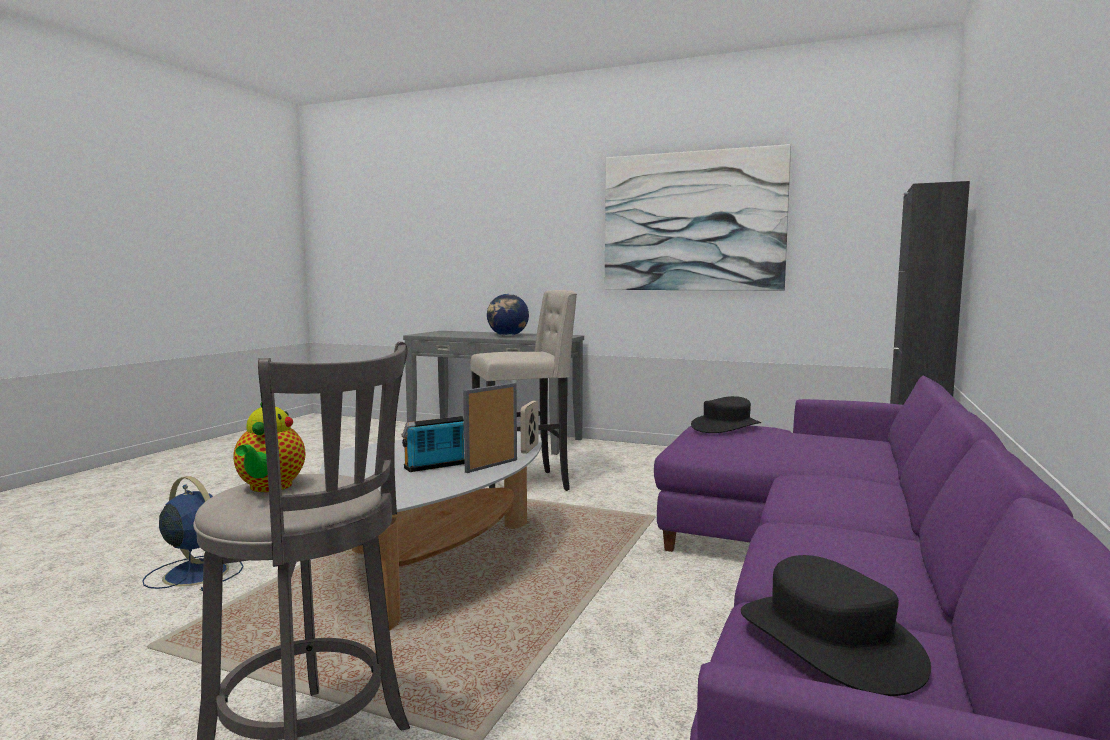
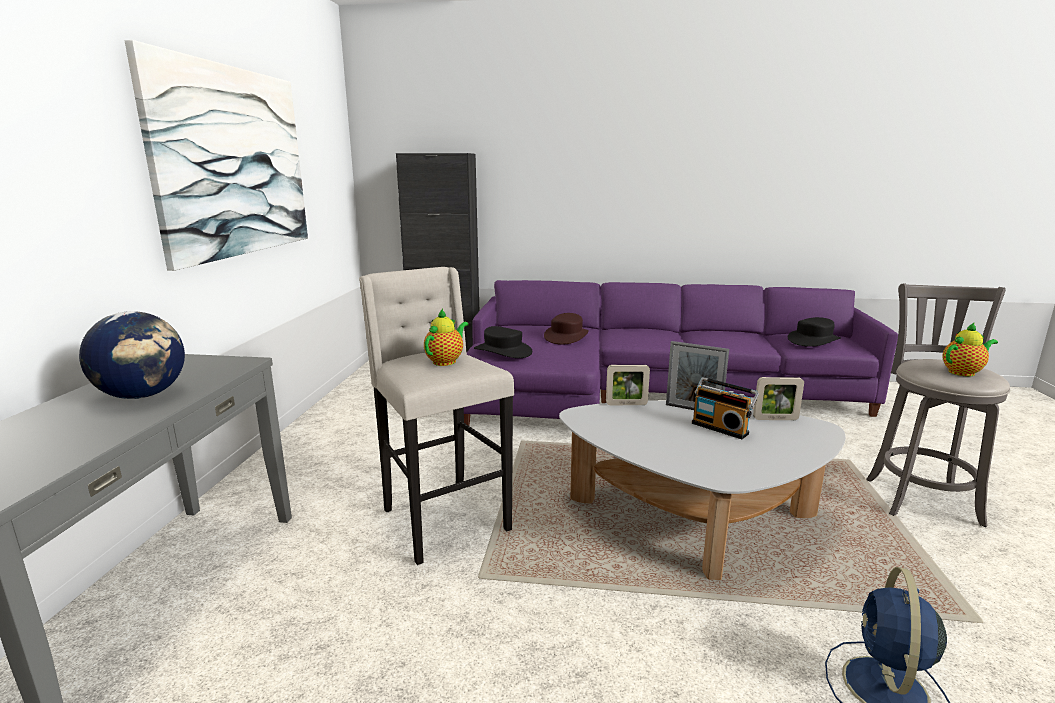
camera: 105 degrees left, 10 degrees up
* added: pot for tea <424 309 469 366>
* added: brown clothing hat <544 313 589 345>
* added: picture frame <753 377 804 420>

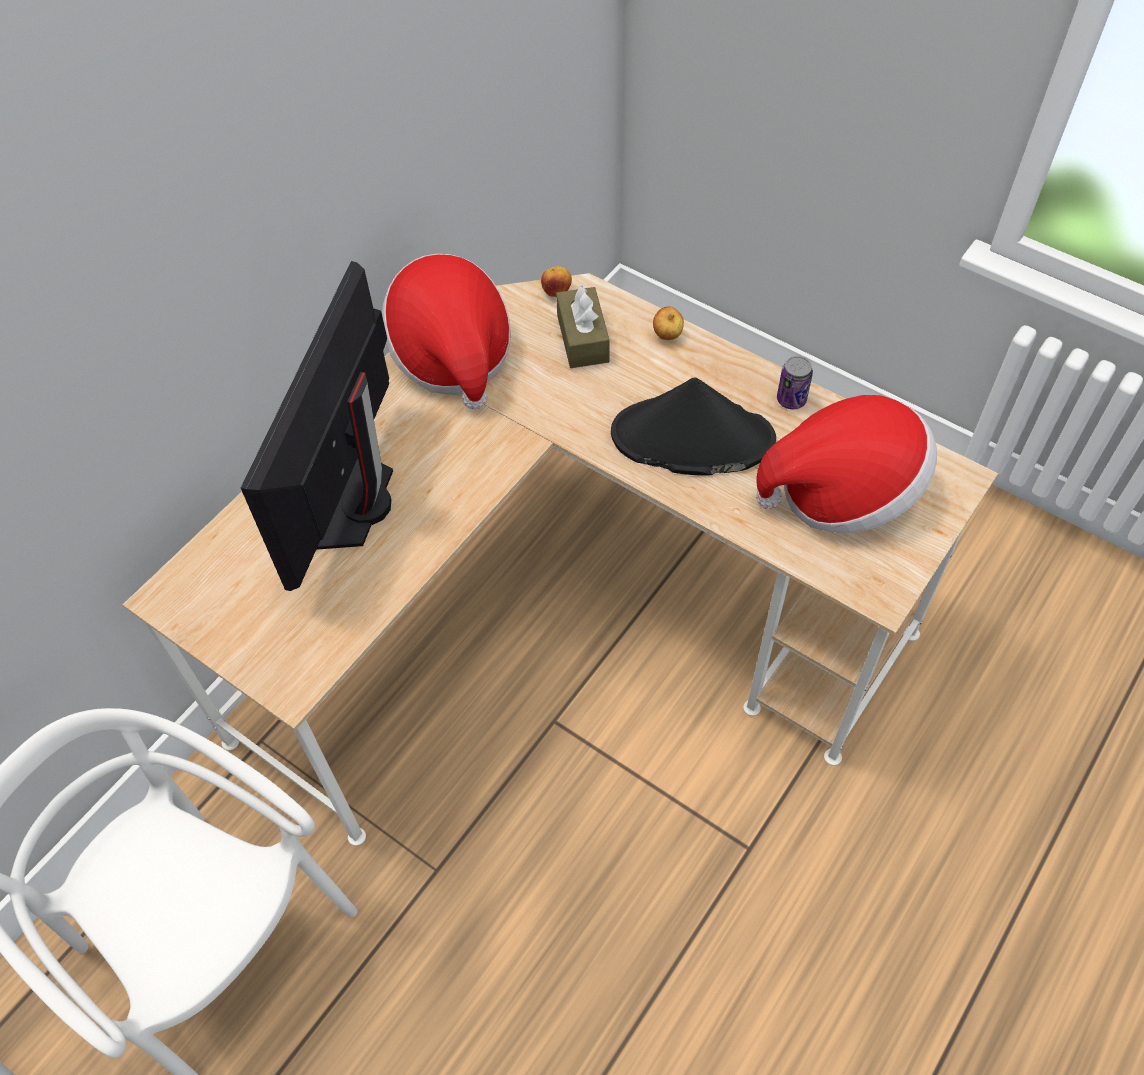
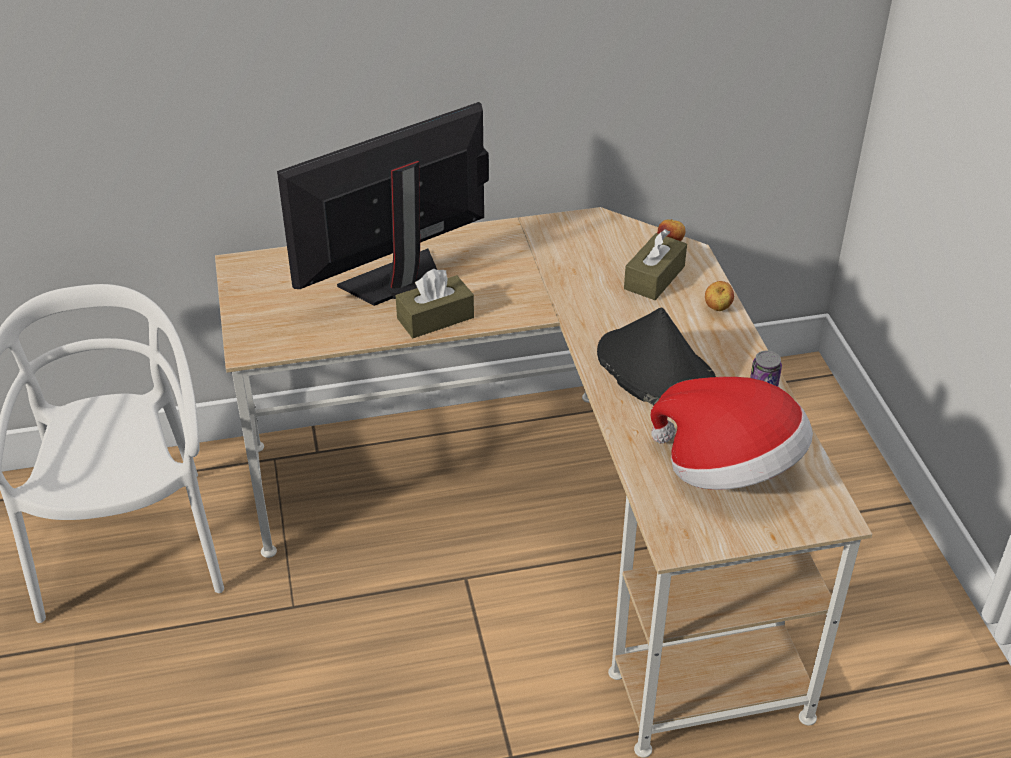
camera: 40 degrees right, 15 degrees down
* removed: clothing hat <382 254 511 410>
* added: brown box of tissues <396 268 474 338>

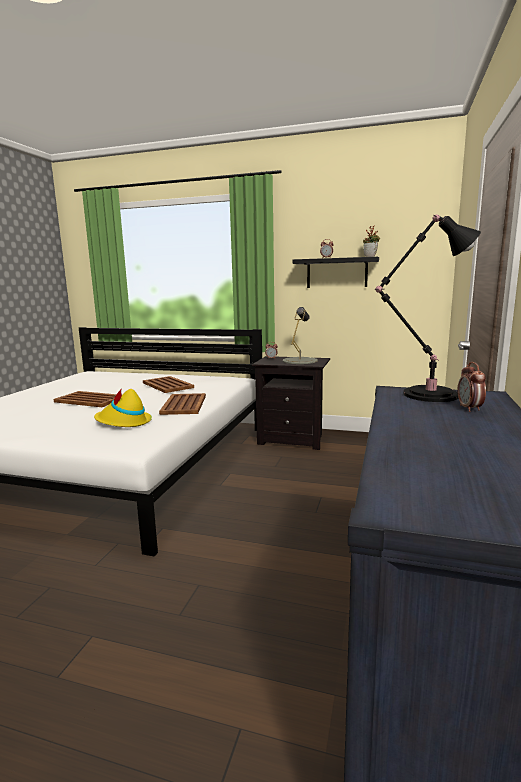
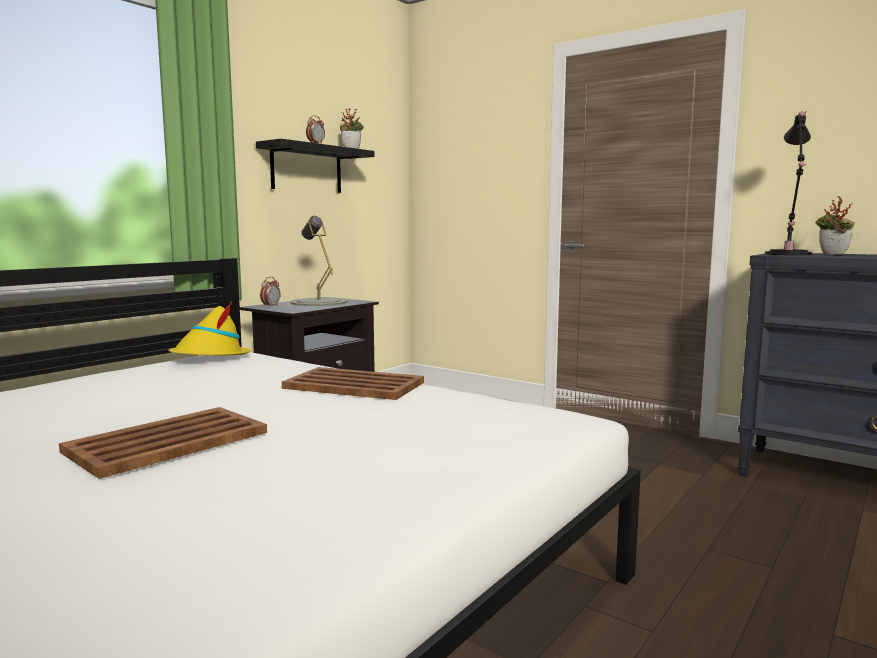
camera: 70 degrees left, 5 degrees down
* removed: brown serving tray <143 376 194 393>
* moved: yellow-coloured clothing hat <94 388 152 427> to <168 301 251 355>
* replaced: bedside clock <457 362 486 412> to plant in a pot <815 196 855 255>

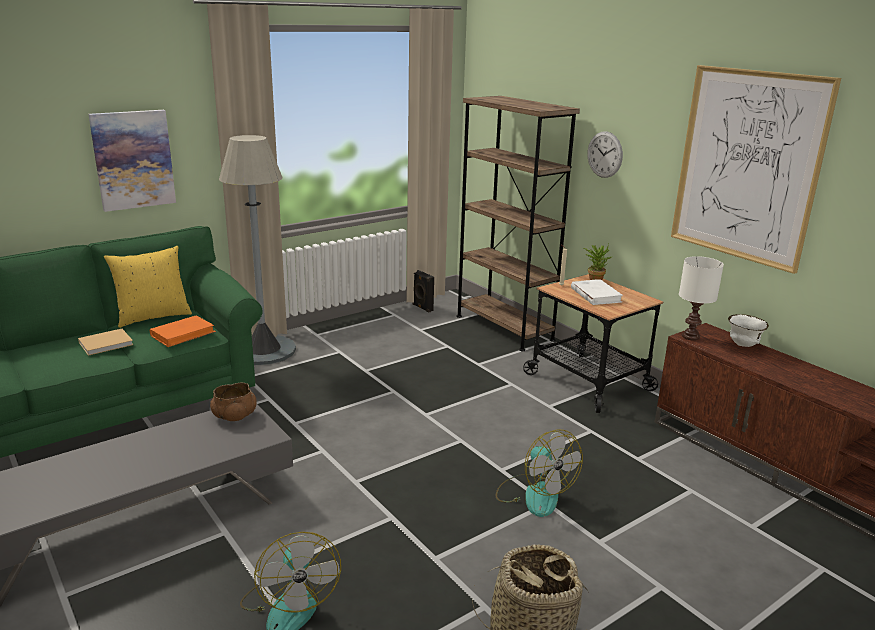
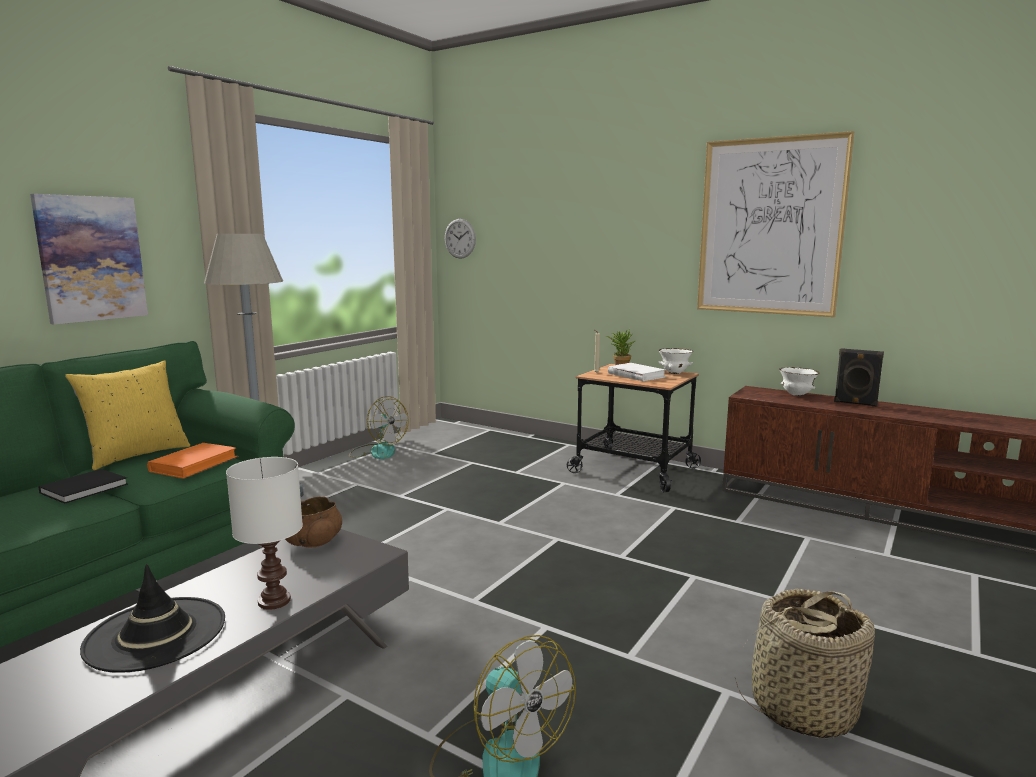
camera: 20 degrees left, 10 degrees down
* removed: brown bookcase <456 96 580 351>
* added: black-coloured clothing hat <80 564 225 673>
* added: white-coloured deep dish <658 348 693 374>
* moved: black-coloured audio speaker <412 270 434 312> to <834 348 884 407>
* moved: electric fan <496 429 583 517> to <349 396 409 459>
* moved: wall clock <587 132 623 178> to <445 219 476 259>
* moved: white-coloured tabletop lamp <679 256 724 341> to <226 457 303 610>
* recoloured: sand-coloured volume <78 329 133 356> to black-coloured volume <38 469 128 504>

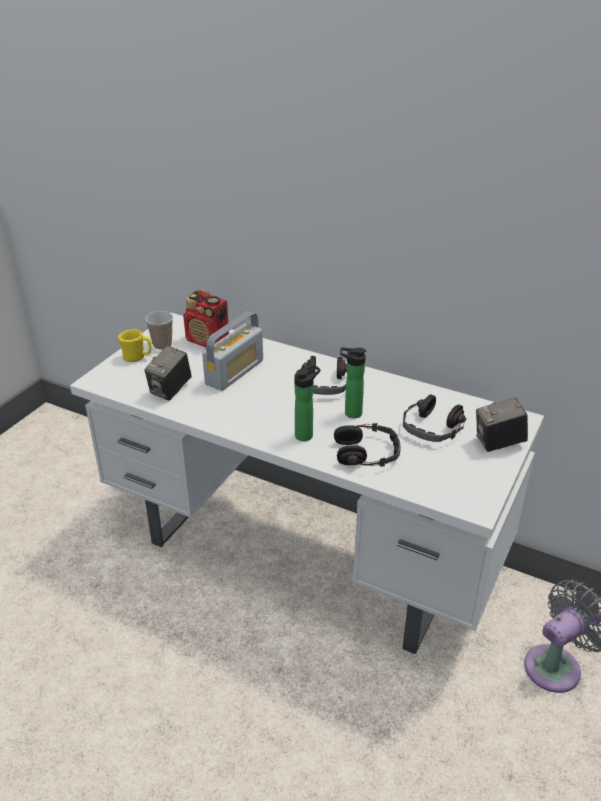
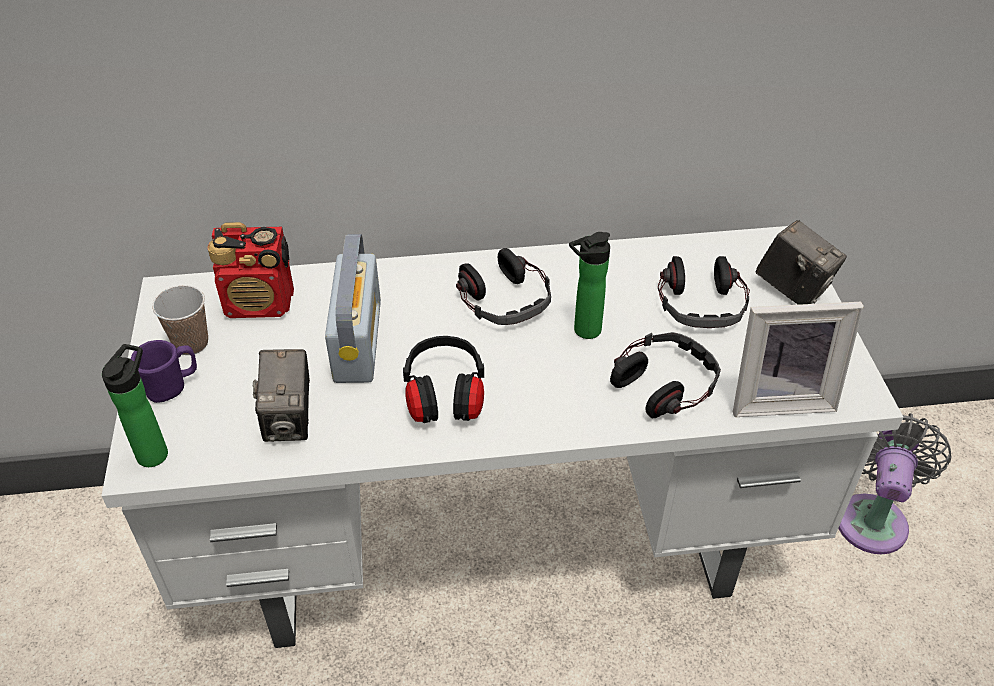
camera: 35 degrees left, 10 degrees up
* added: black-coloured pair of headphones <403 336 484 423>
* added: picture frame <733 302 864 417>
* moved: beverage bottle <295 364 321 441> to <102 344 168 467>
* recoloured: yellow-coloured tea mug <118 329 151 362> to purple-coloured tea mug <131 340 197 403>
* turned: still camera <476 397 528 452> = <756 220 847 305> 90 degrees counterclockwise

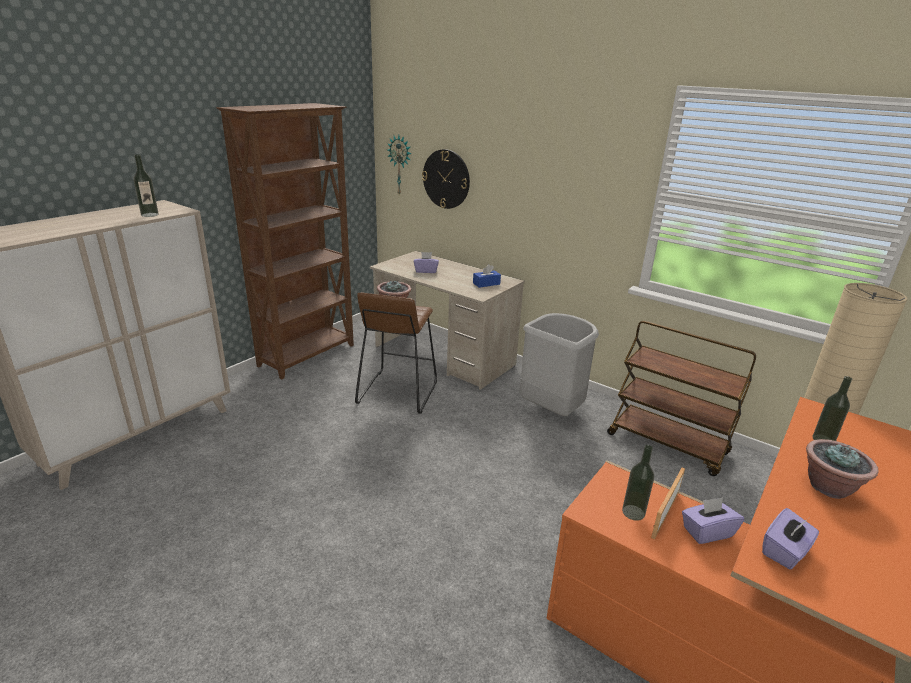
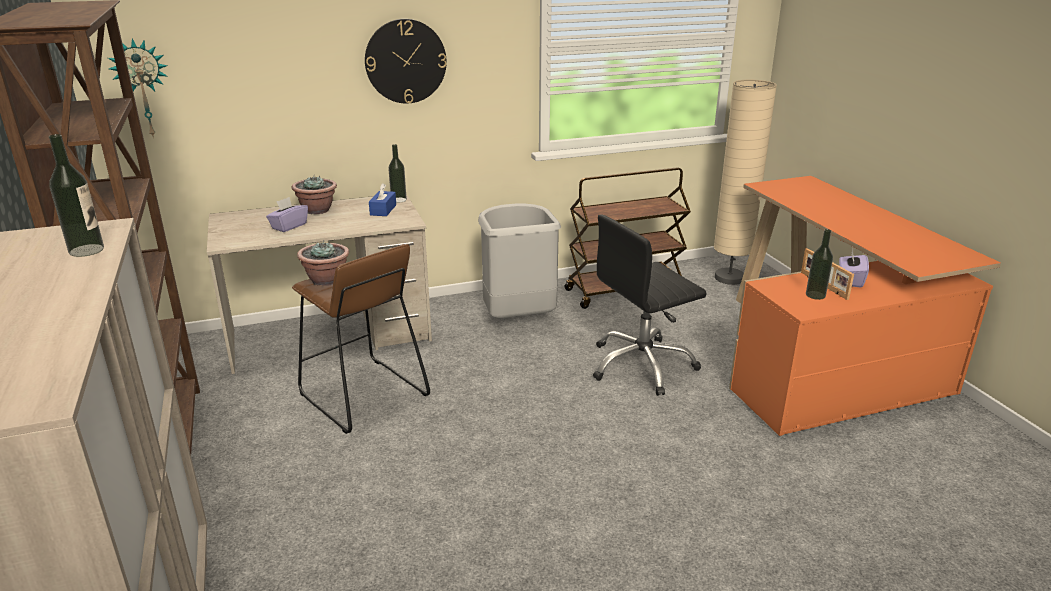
camera: 55 degrees left, 0 degrees up
* removed: purple-coloured box of tissues <762 508 819 569>
* added: black-coloured desk chair <593 214 707 396>
* moved: wall clock <422 149 470 209> to <365 19 447 104>
* moved: plant in a pot <806 439 879 499> to <292 175 337 214>
* moved: beverage bottle <813 376 852 441> to <388 144 407 203>

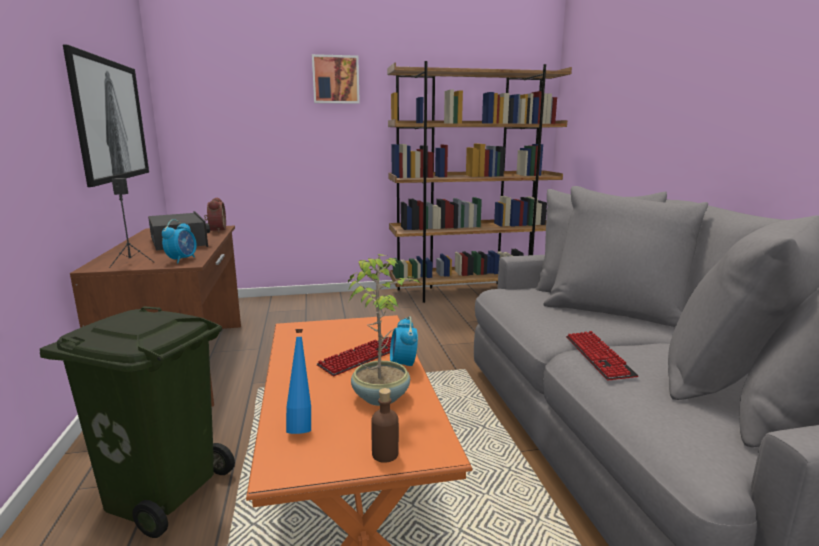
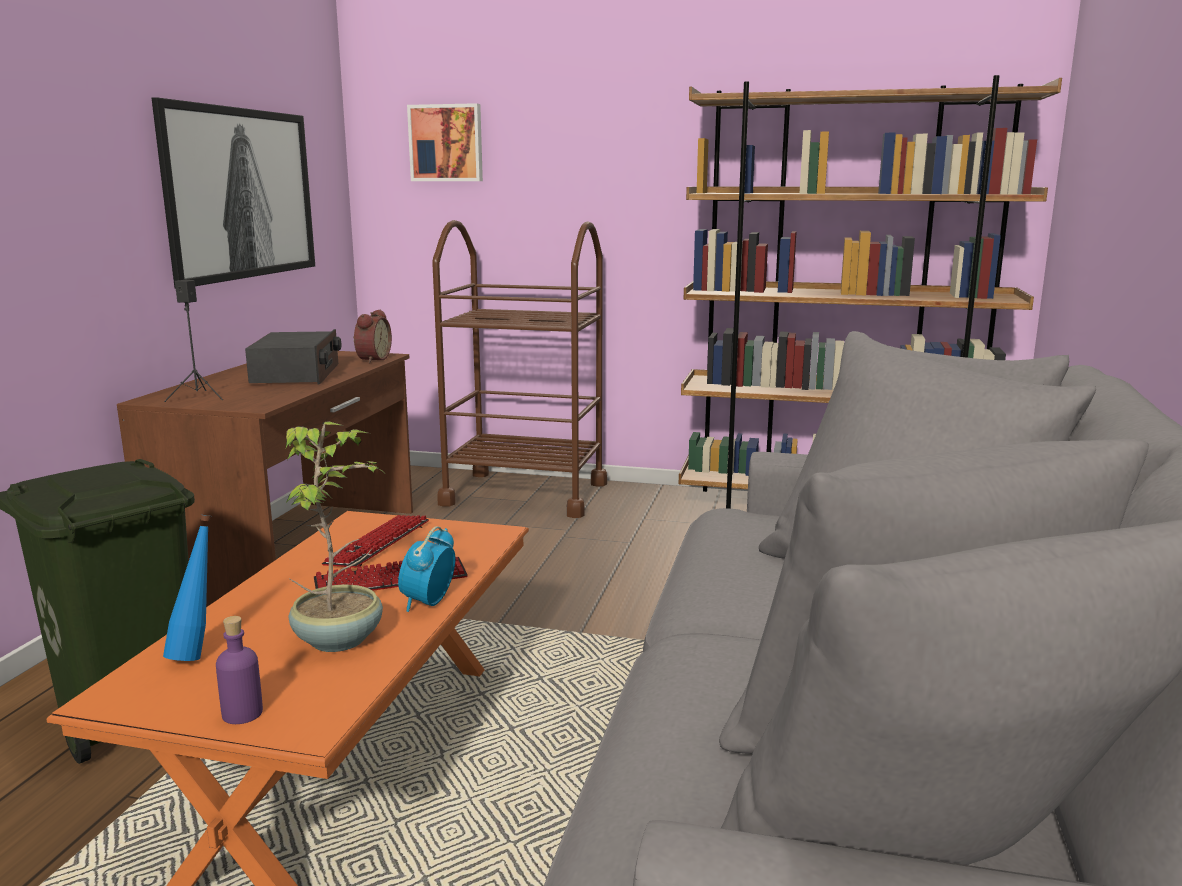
camera: 25 degrees right, 0 degrees up
* removed: bedside clock <162 219 197 263>
* added: brown cart <432 220 607 518>
* moved: picture <312 54 360 104> to <407 103 483 181>
* moved: keyboard <566 331 639 380> to <322 515 429 568>
* recoloured: brown beverage bottle <371 388 399 463> to purple-coloured beverage bottle <216 616 263 724>

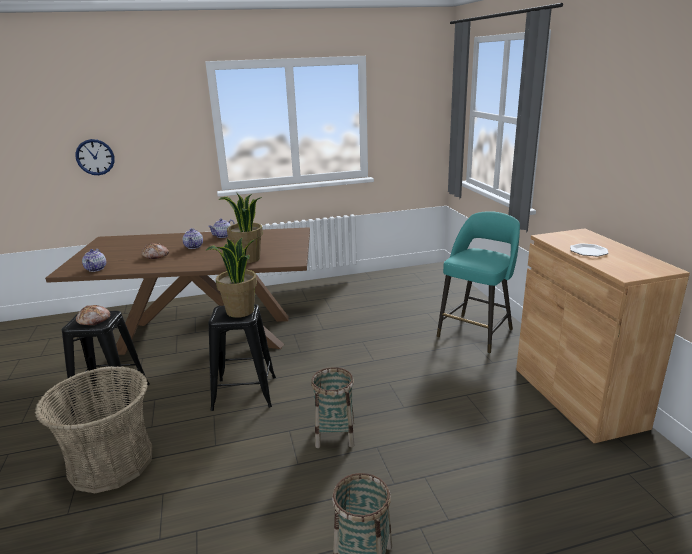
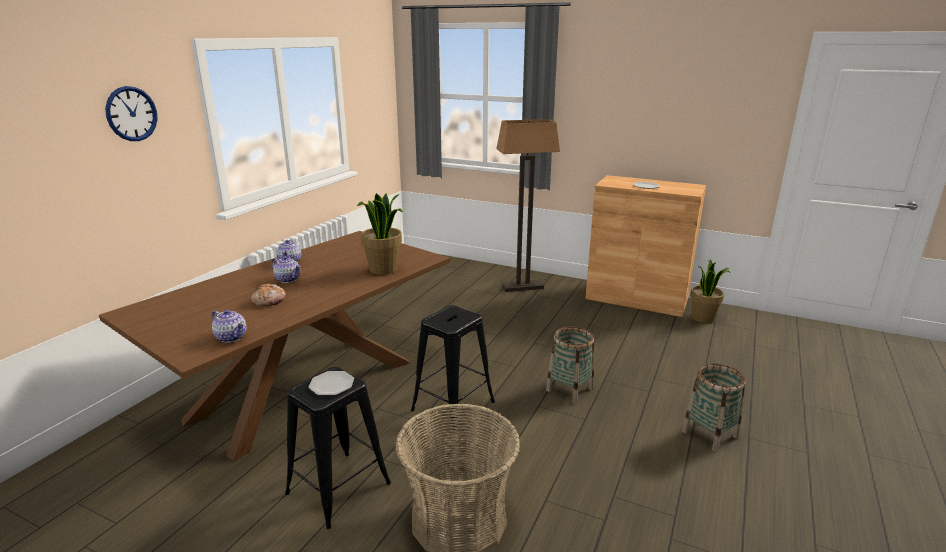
camera: 50 degrees left, 0 degrees up
* moved: wall clock <75 139 115 175> to <105 86 158 141>
* moved: plant in a pot <206 238 257 318> to <690 259 731 323>
* replaced: bakery bread <76 305 111 325> to plate <309 371 354 395>
* replaced: turquoise-coloured sitting stool <437 211 520 353> to standard lamp <496 119 560 292>

